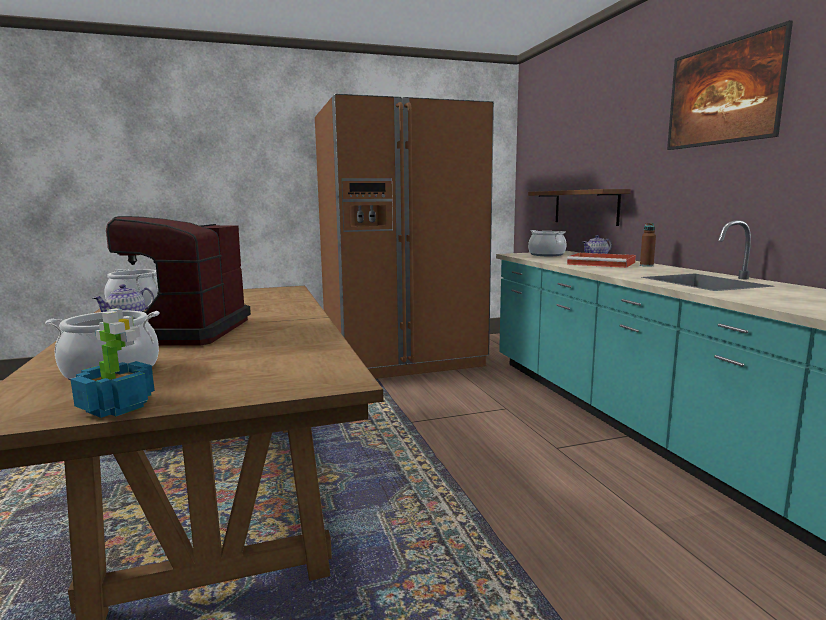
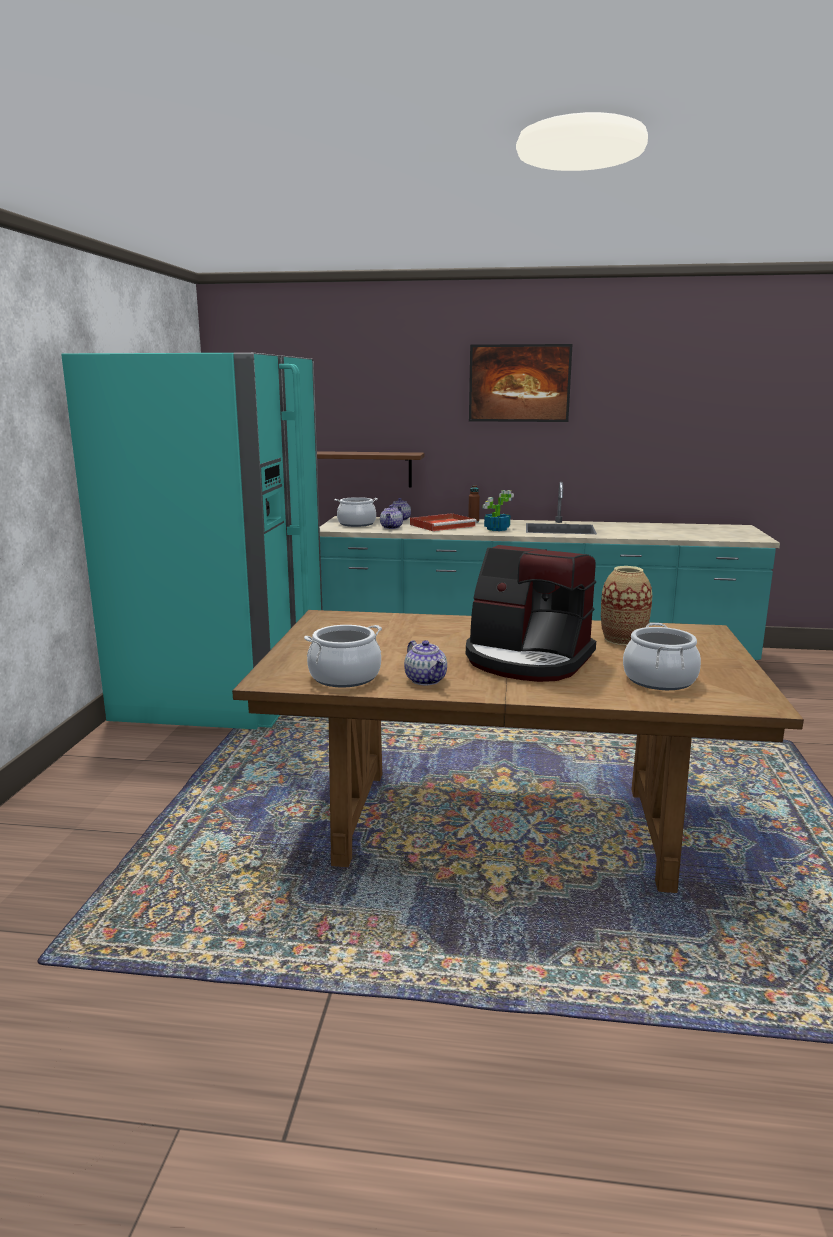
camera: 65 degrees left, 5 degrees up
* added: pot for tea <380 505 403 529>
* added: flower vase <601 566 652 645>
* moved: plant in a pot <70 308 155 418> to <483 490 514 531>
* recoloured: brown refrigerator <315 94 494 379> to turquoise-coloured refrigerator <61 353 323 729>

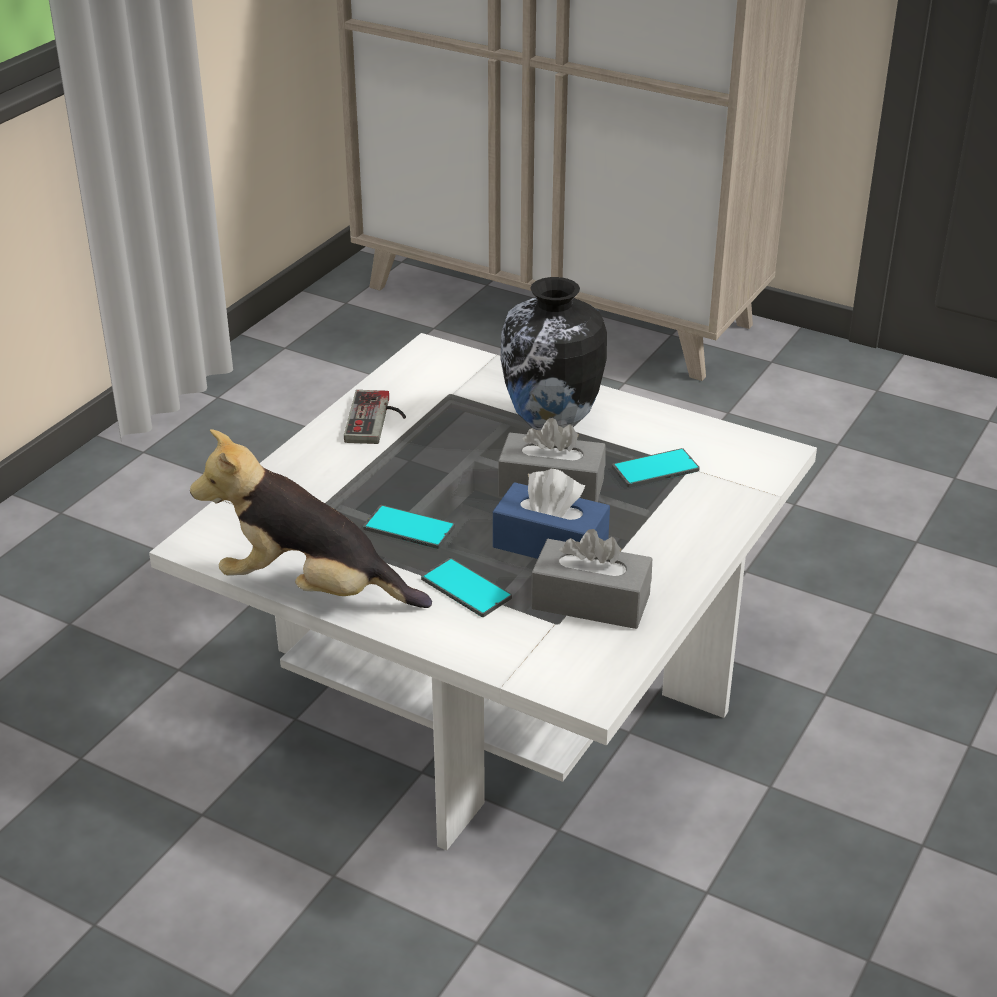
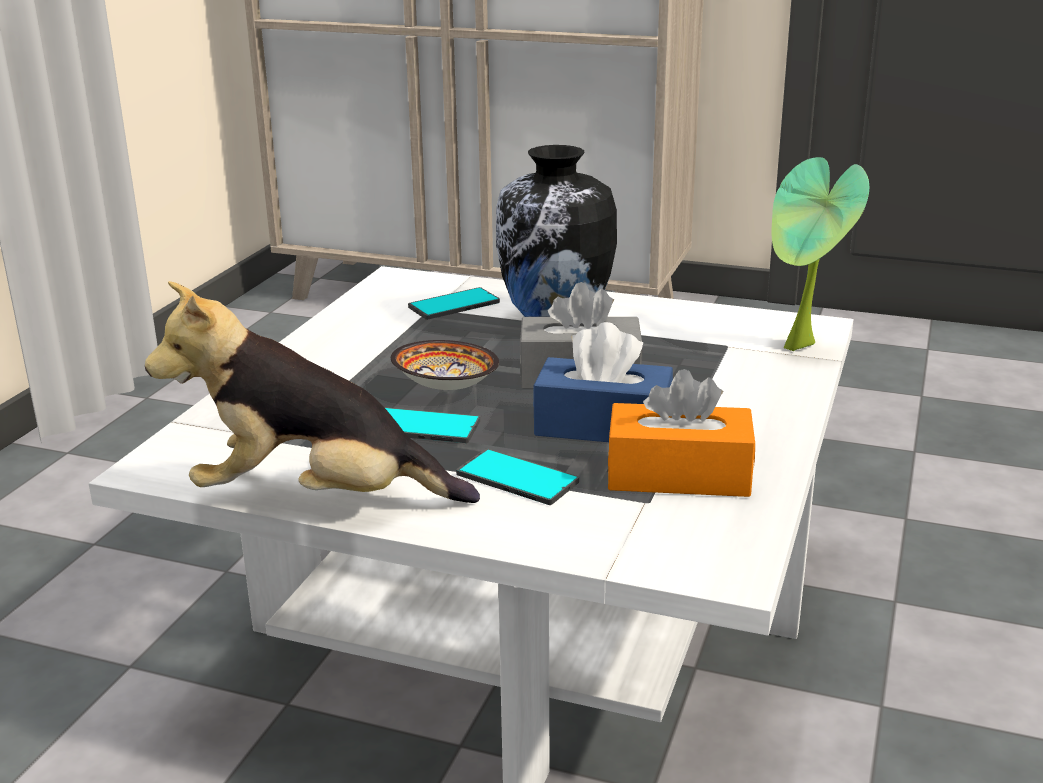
camera: 10 degrees left, 10 degrees down
* removed: gamepad <344 390 406 444>
* added: deep dish <391 340 499 390>
* added: plant in a pot <771 157 869 351>
* moved: telephone <612 448 700 487> to <408 287 500 320>
* recoloured: grey box of tissues <531 529 652 629> to orangey box of tissues <608 369 755 497>

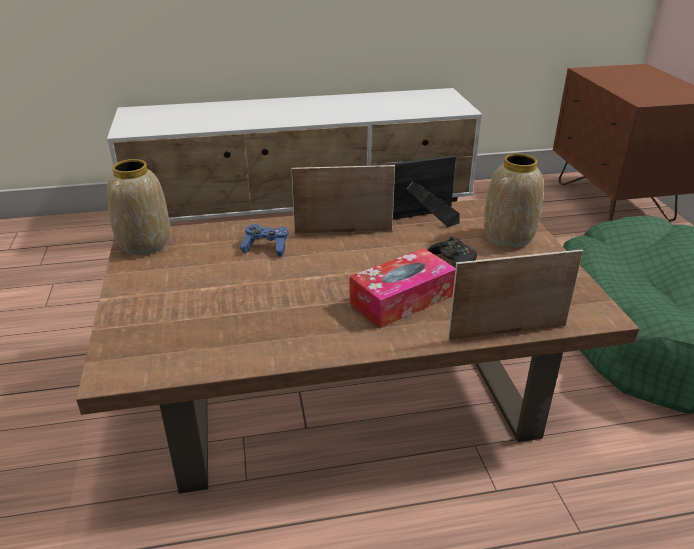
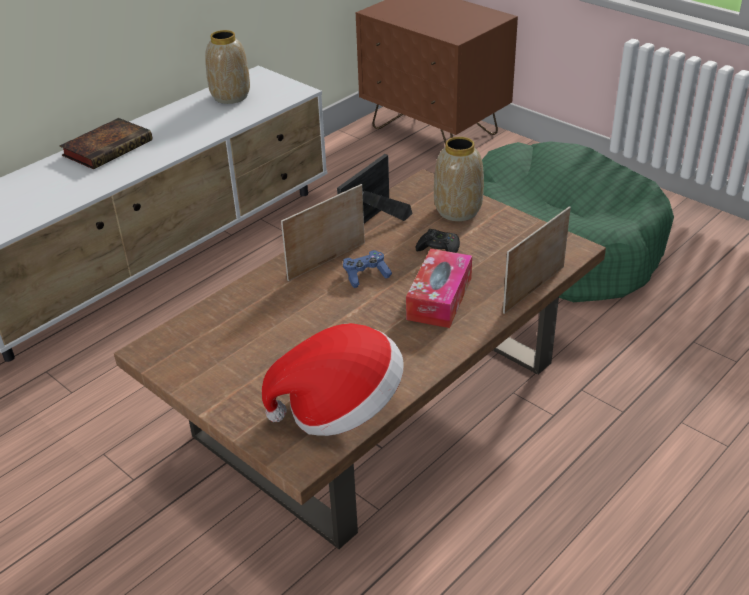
camera: 35 degrees left, 5 degrees up
* added: volume <59 118 152 169>
* added: clothing hat <262 323 404 436>
* moved: flower vase <107 159 170 255> to <205 30 250 104>
* moved: blue-coloured gamepad <240 224 289 256> to <343 250 392 288>

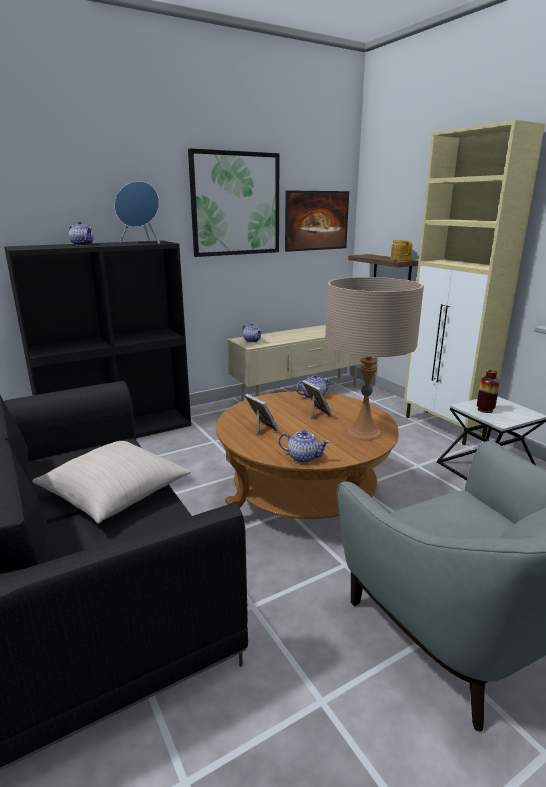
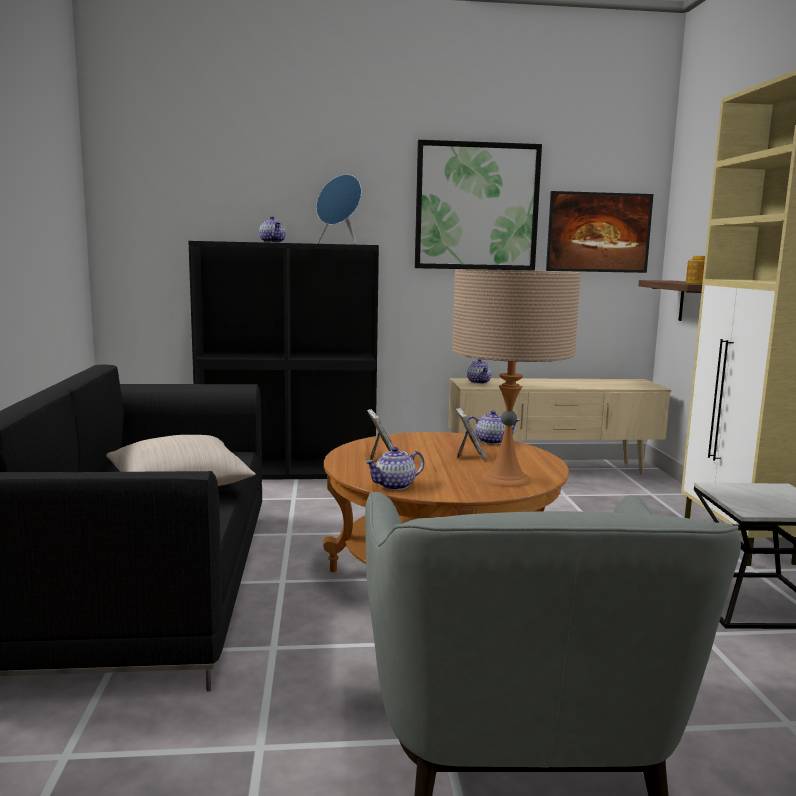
camera: 25 degrees right, 10 degrees down
* removed: flower vase <477 370 500 413>
* turned: pot for tea <279 430 330 463> = <365 447 424 490> 105 degrees clockwise

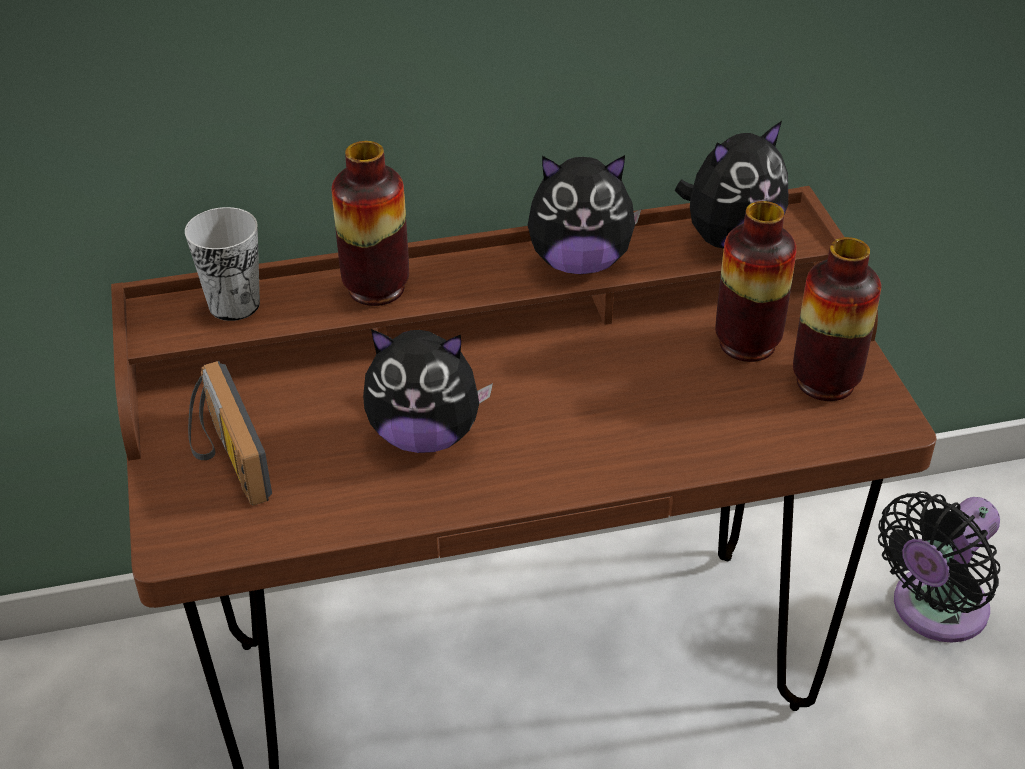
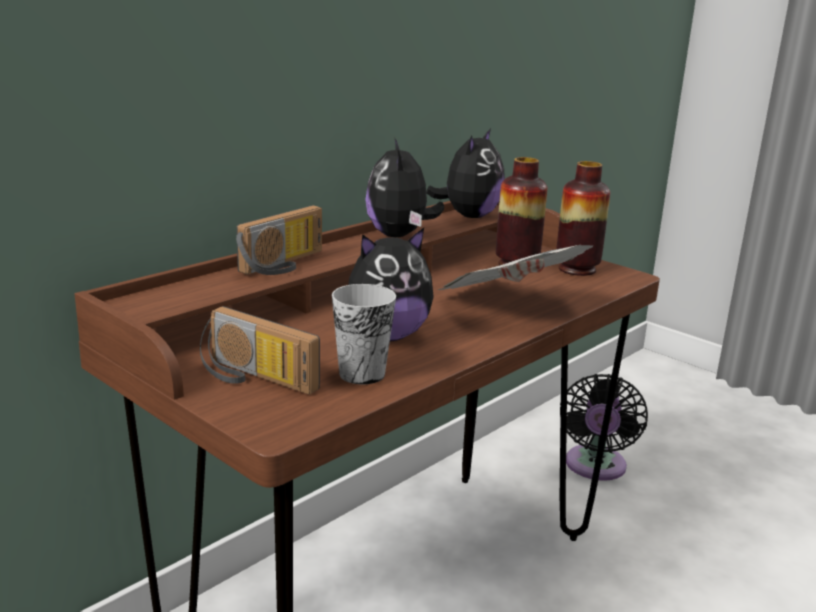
camera: 35 degrees left, 20 degrees down
* added: daily paper <438 245 593 290>
* moved: cup <185 207 260 321> to <332 284 396 385>
* replaced: flower vase <332 141 409 306> to radio receiver <236 205 322 275>
* turned: soft toy <528 155 642 274> = <365 139 444 237> 120 degrees clockwise

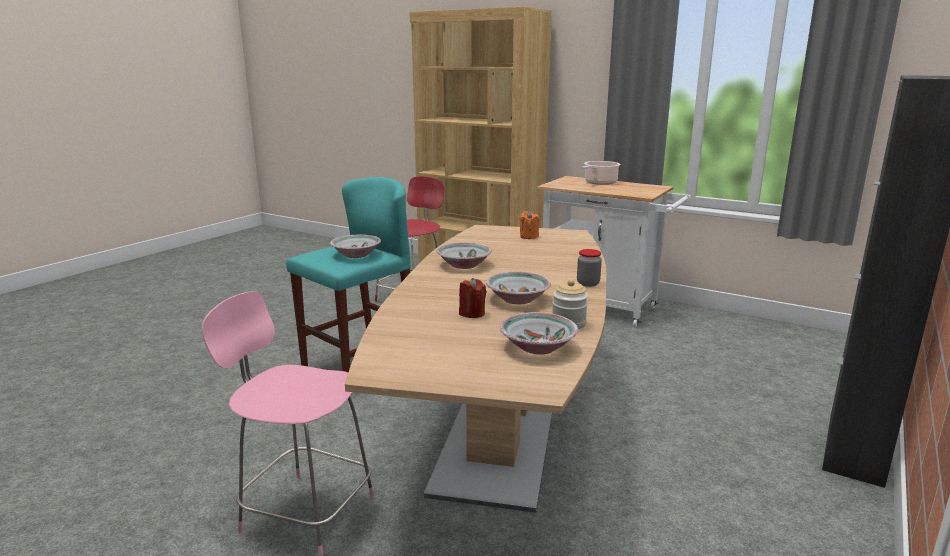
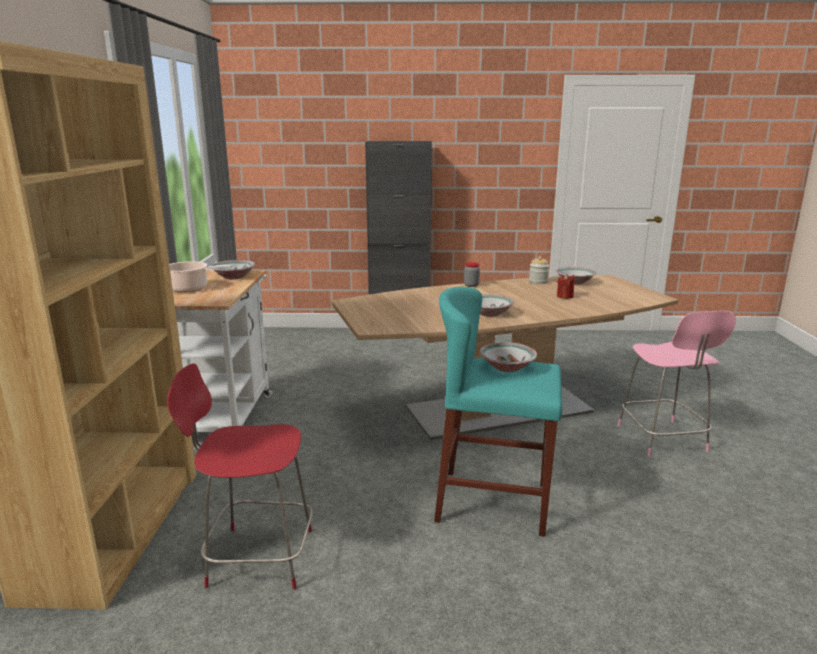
camera: 120 degrees left, 0 degrees up
* removed: orangey wax light <520 211 539 239>
* moved: deep dish <486 272 551 304> to <211 260 255 279>

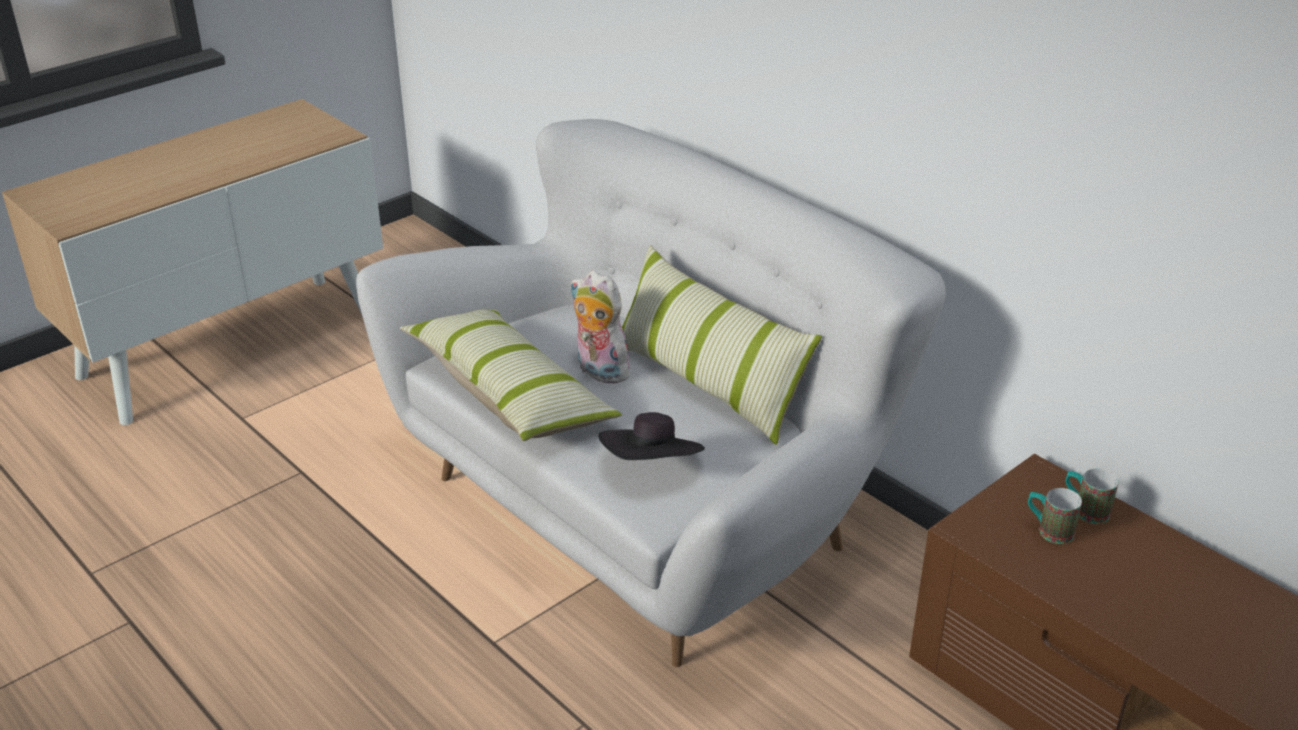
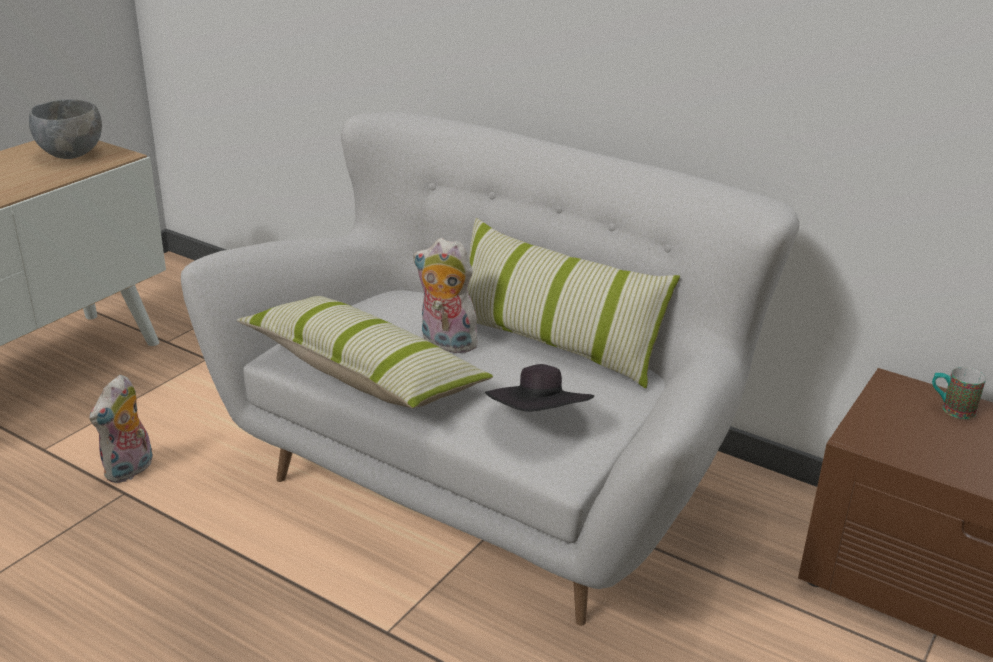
camera: 15 degrees left, 5 degrees down
* removed: tea mug <1028 488 1082 544>
* added: grey deep dish <29 99 102 159>
* added: soft toy <89 375 153 483>

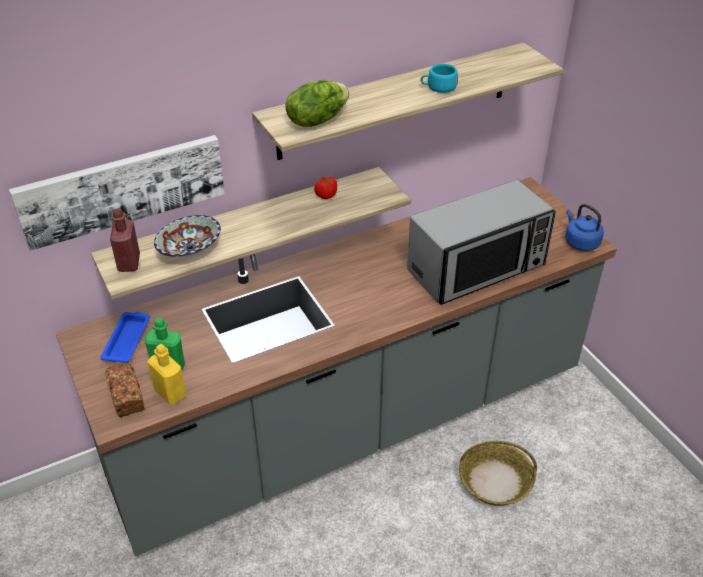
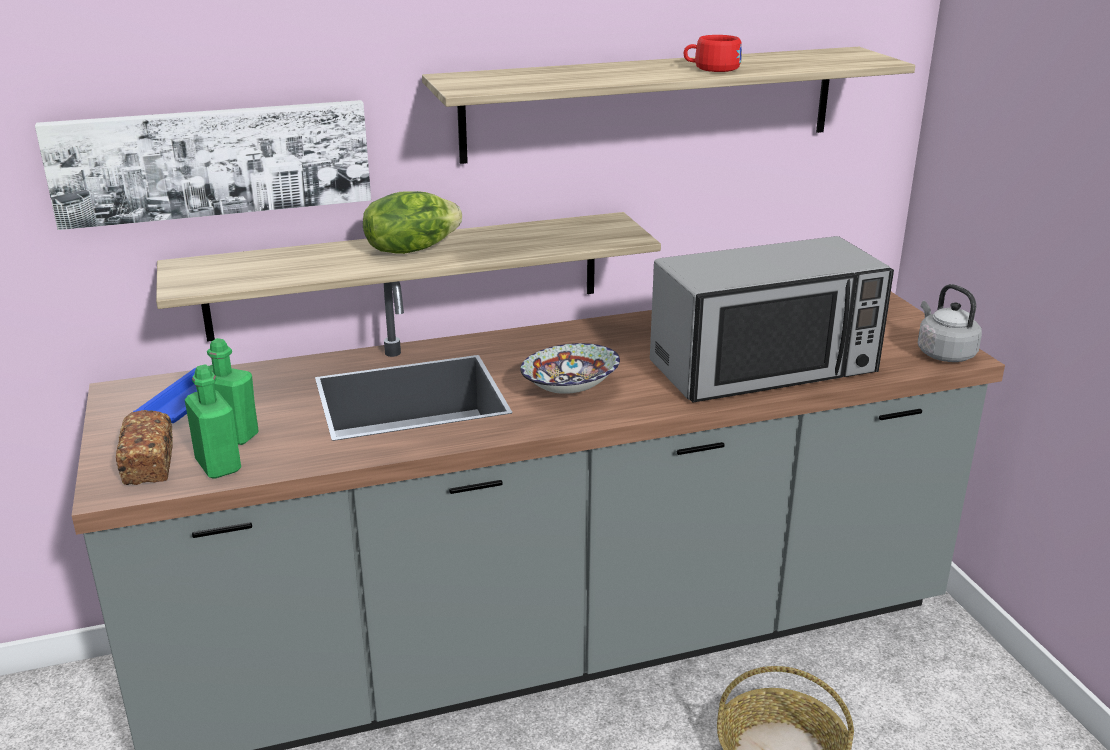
camera: 10 degrees right, 15 degrees down
* removed: red-coloured beverage bottle <110 209 140 272>
* removed: tomato <314 176 337 199>
* moved: deep dish <154 215 221 258> to <520 343 620 394>
* moved: head of lettuce <285 80 350 127> to <363 191 462 254>
* recoloured: yellow-coloured beverage bottle <148 344 186 405> to green beverage bottle <185 364 241 479>
* recoloured: turquoise-coloured cup <420 64 458 93> to red-coloured cup <684 35 742 72>
* recoloured: blue-coloured kettle <565 204 604 251> to grey kettle <918 284 982 362>

